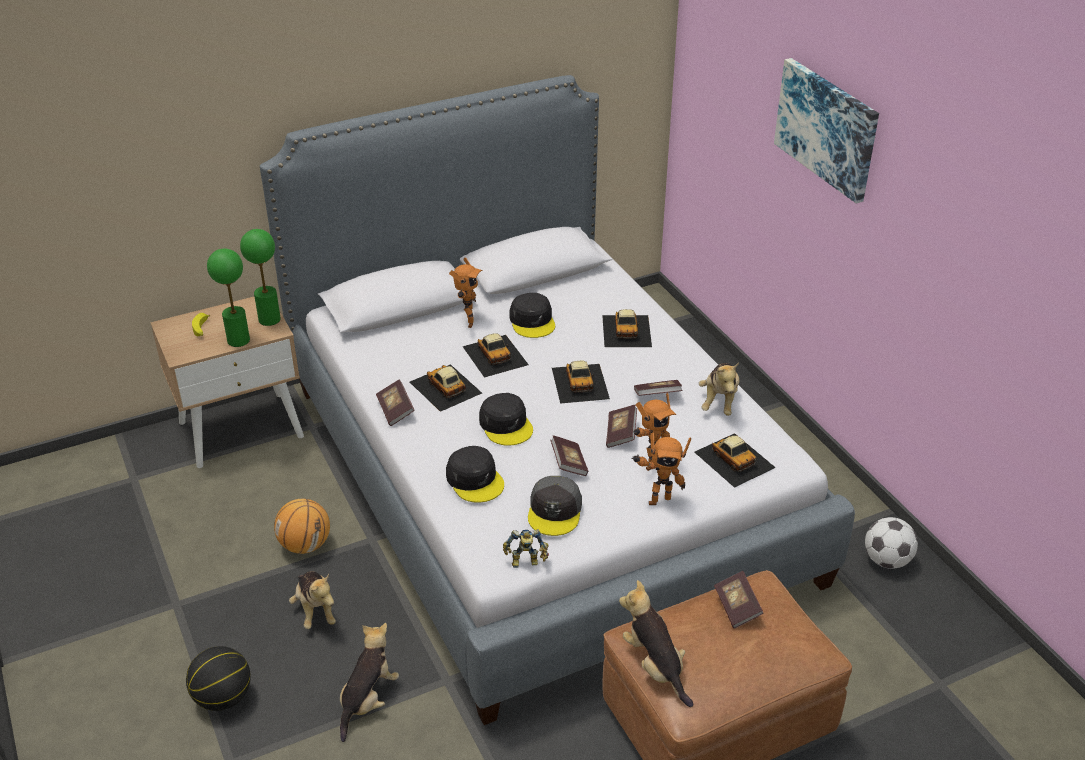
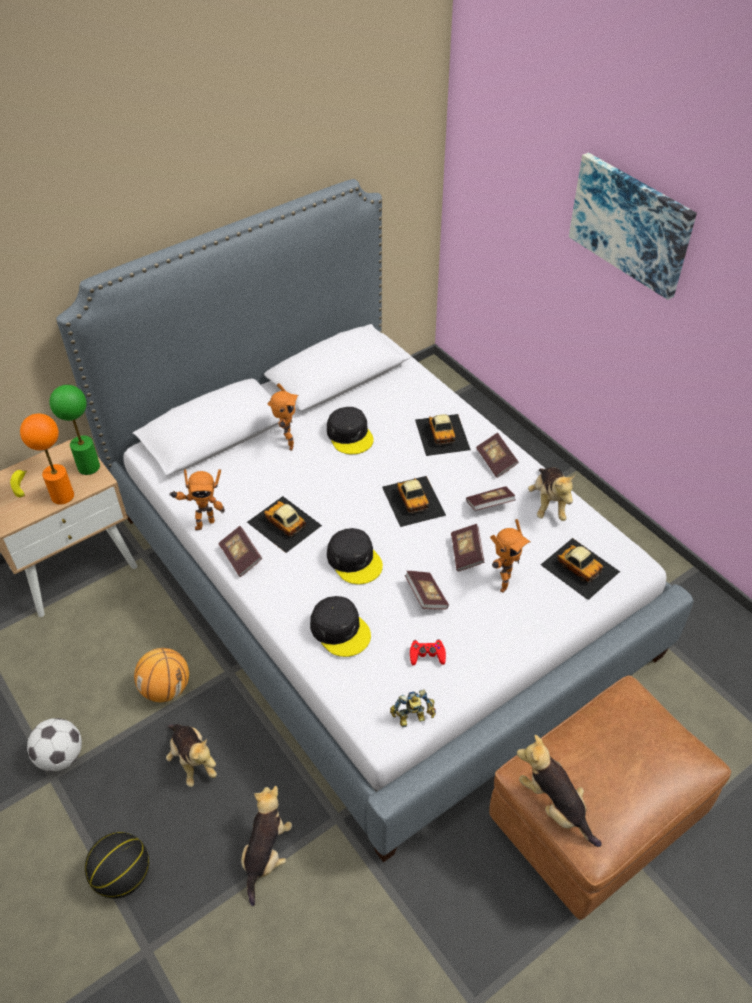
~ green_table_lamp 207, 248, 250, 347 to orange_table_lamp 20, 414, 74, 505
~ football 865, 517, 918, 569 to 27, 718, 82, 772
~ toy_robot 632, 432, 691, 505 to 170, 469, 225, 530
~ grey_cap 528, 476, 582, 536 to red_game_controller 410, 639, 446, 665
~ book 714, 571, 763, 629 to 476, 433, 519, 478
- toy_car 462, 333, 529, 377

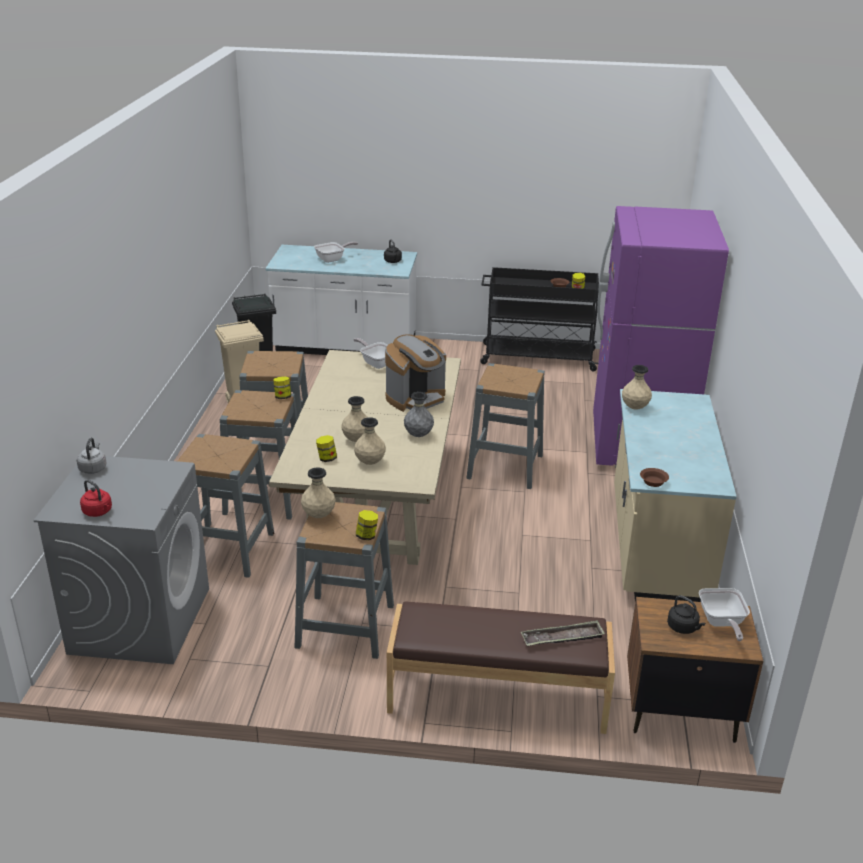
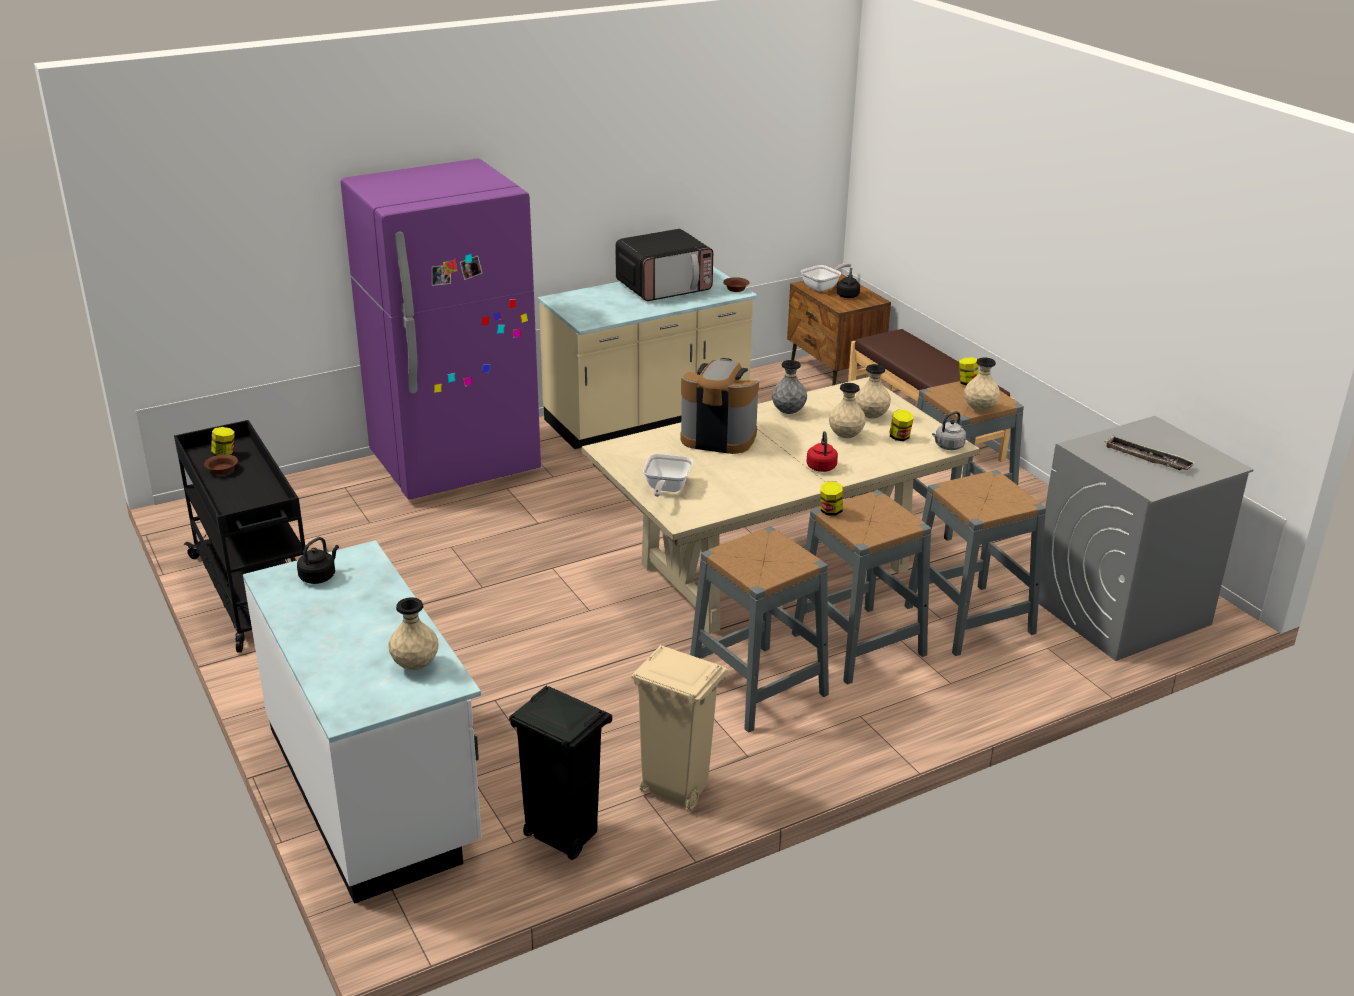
~ beige_vase 622, 365, 652, 410 to 389, 597, 438, 670
+ microwave 615, 229, 713, 301
~ red_kettle 80, 480, 112, 517 to 807, 431, 838, 472
~ grey_kettle 77, 438, 106, 474 to 932, 411, 966, 450
~ tray 521, 620, 605, 646 to 1104, 436, 1196, 470
- frying_pan 314, 242, 358, 263
- grey_stool 466, 363, 545, 489

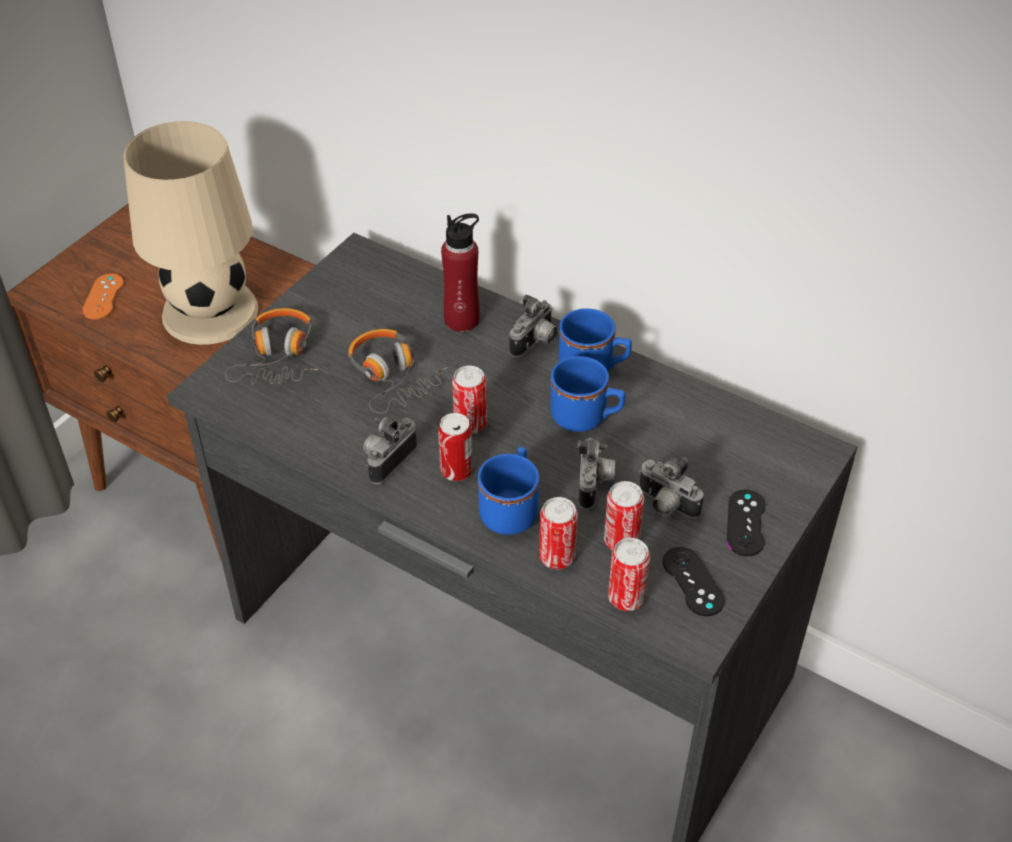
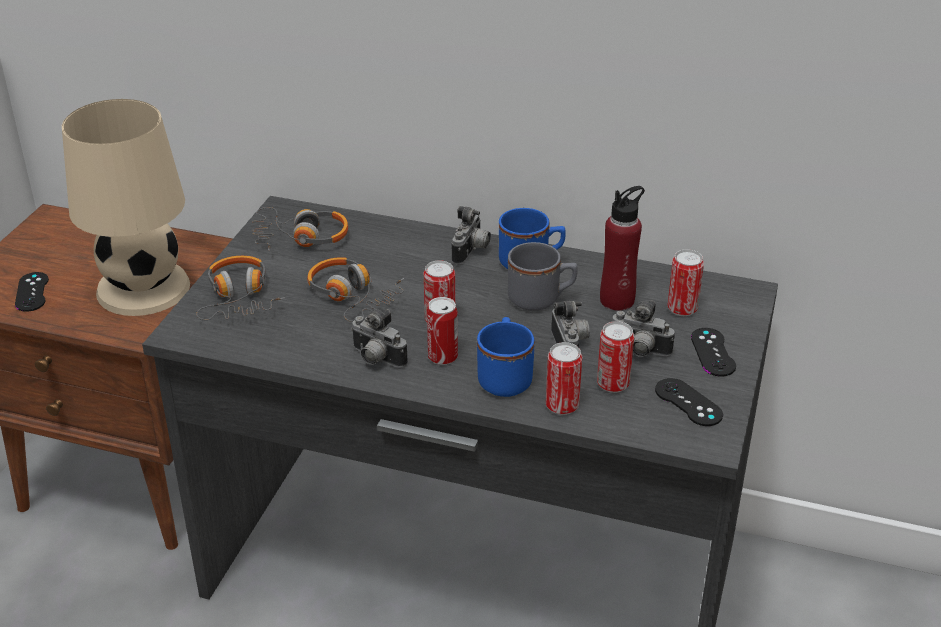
~ orange_game_controller 82, 274, 124, 320 to black_game_controller 15, 272, 49, 312
+ headphones 252, 207, 348, 251
~ photo_camera 363, 417, 417, 484 = 351, 309, 408, 368 75 degrees counterclockwise
~ blue_mug 551, 356, 626, 432 to grey_mug 508, 242, 578, 311
~ red_bottle 441, 213, 480, 332 to 600, 186, 645, 311
~ can 608, 538, 650, 611 to 668, 249, 704, 316

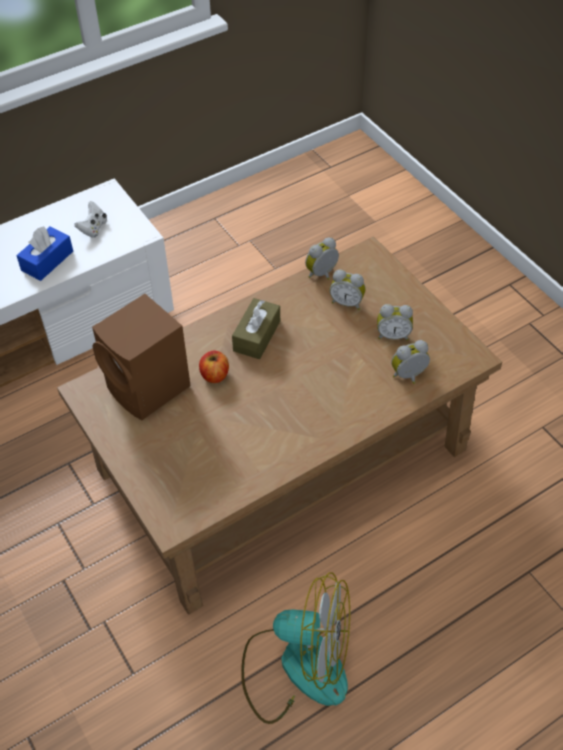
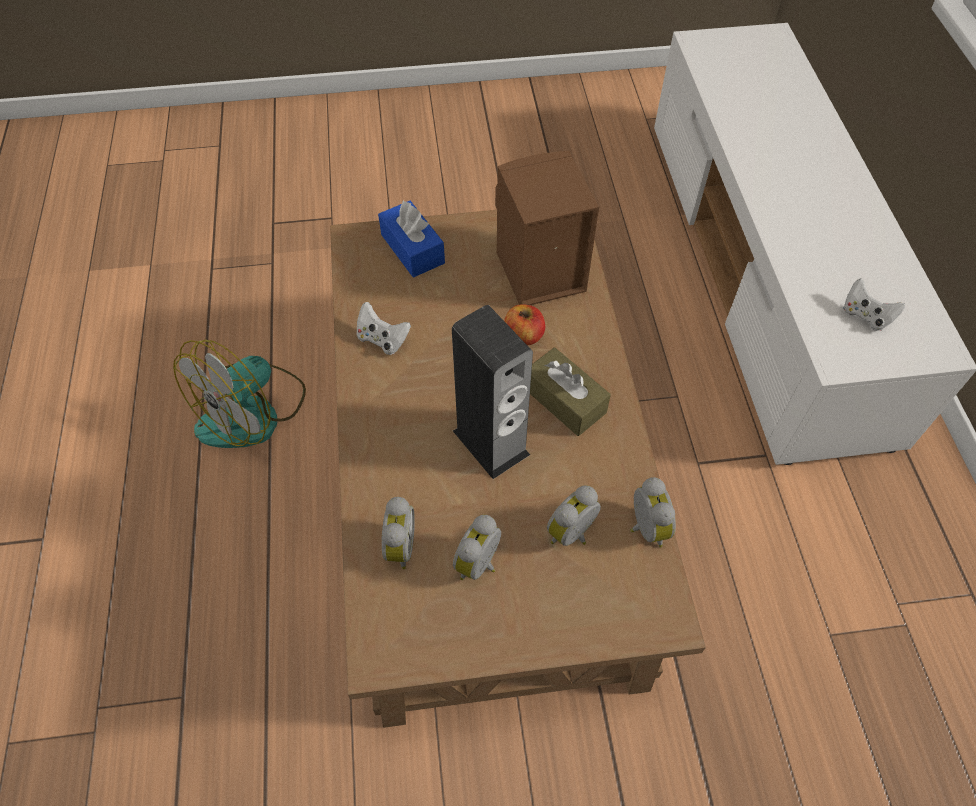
+ white_game_controller 357, 302, 411, 355
~ blue_tissue_box 16, 226, 73, 281 to 378, 201, 445, 277
+ speaker 452, 305, 533, 479

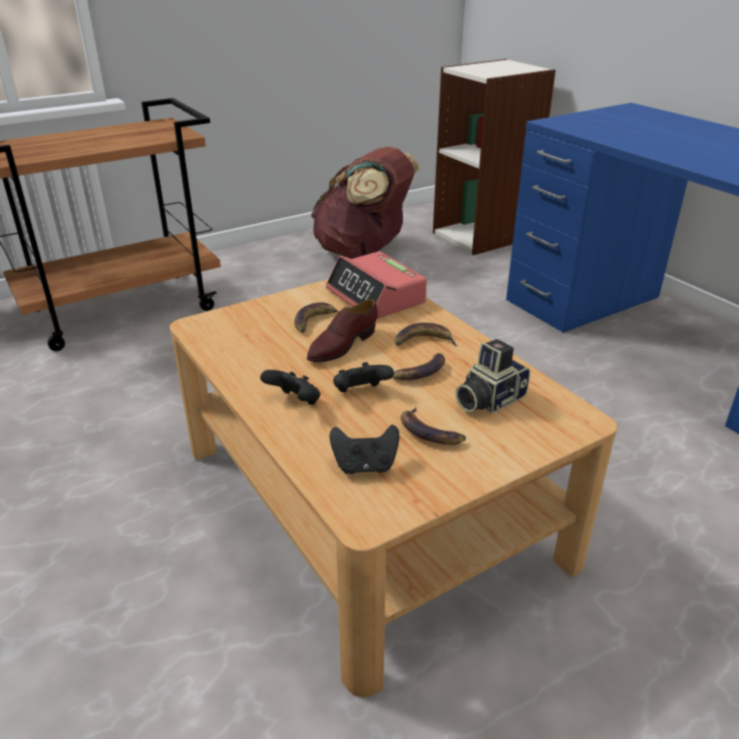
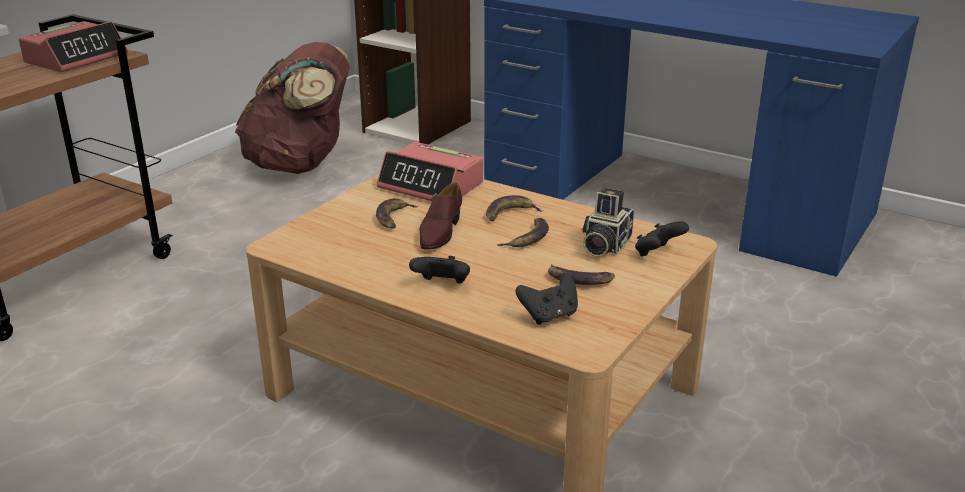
+ alarm_clock 19, 21, 128, 72
~ black_game_controller 333, 362, 394, 392 to 635, 221, 689, 256

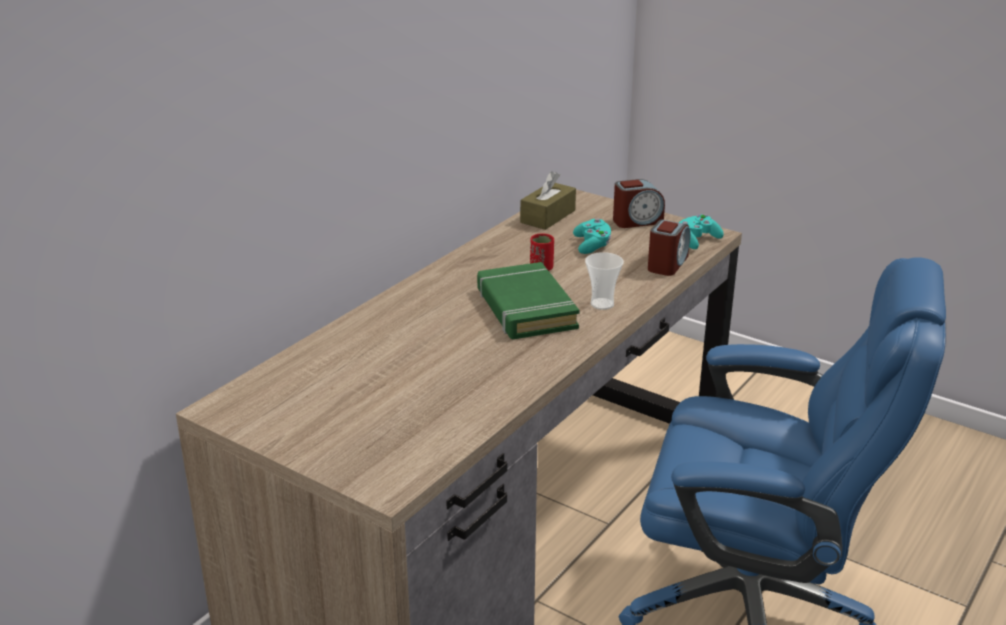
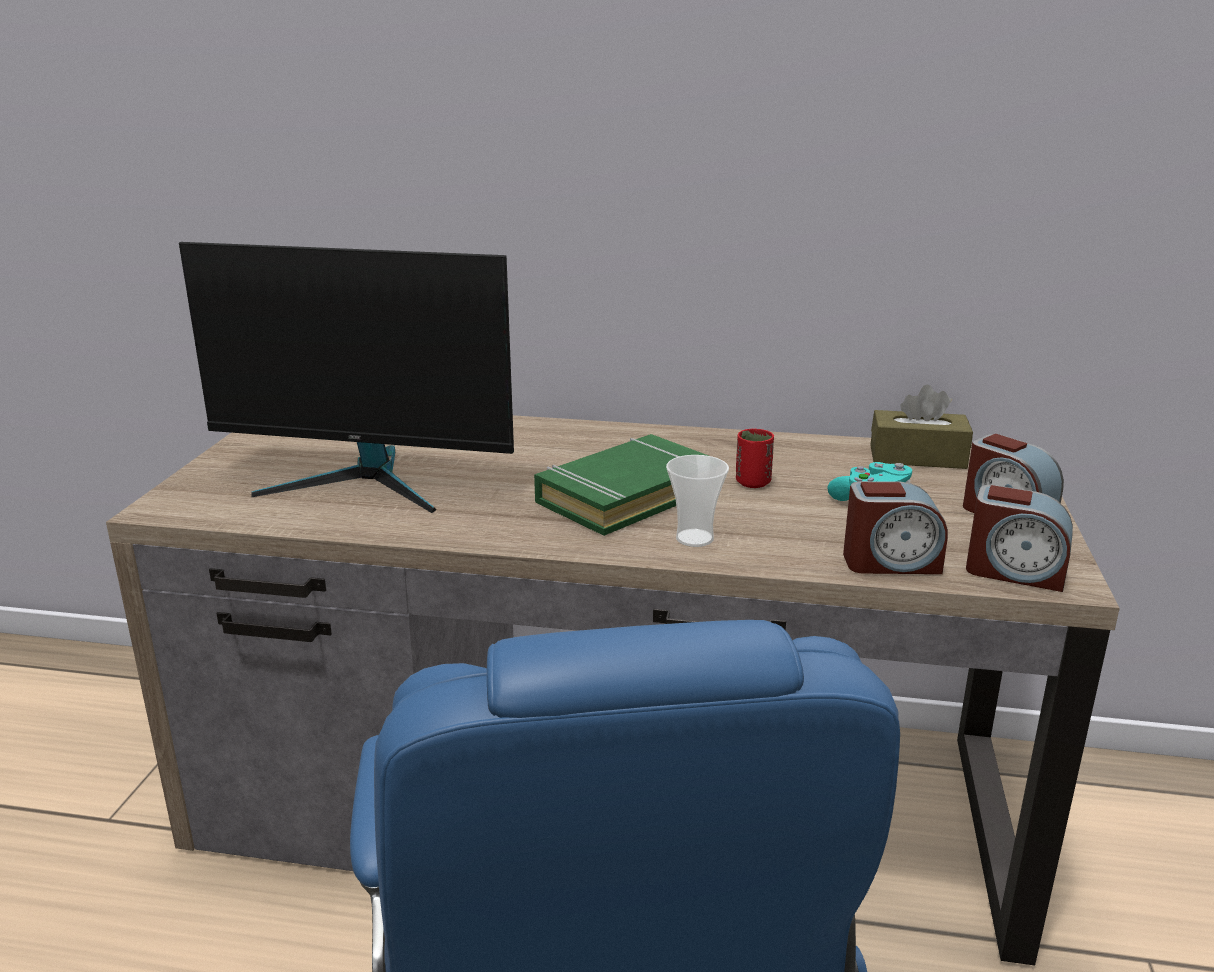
+ monitor 179, 242, 514, 513
~ turquoise_game_controller 679, 214, 724, 249 to alarm_clock 966, 485, 1073, 592

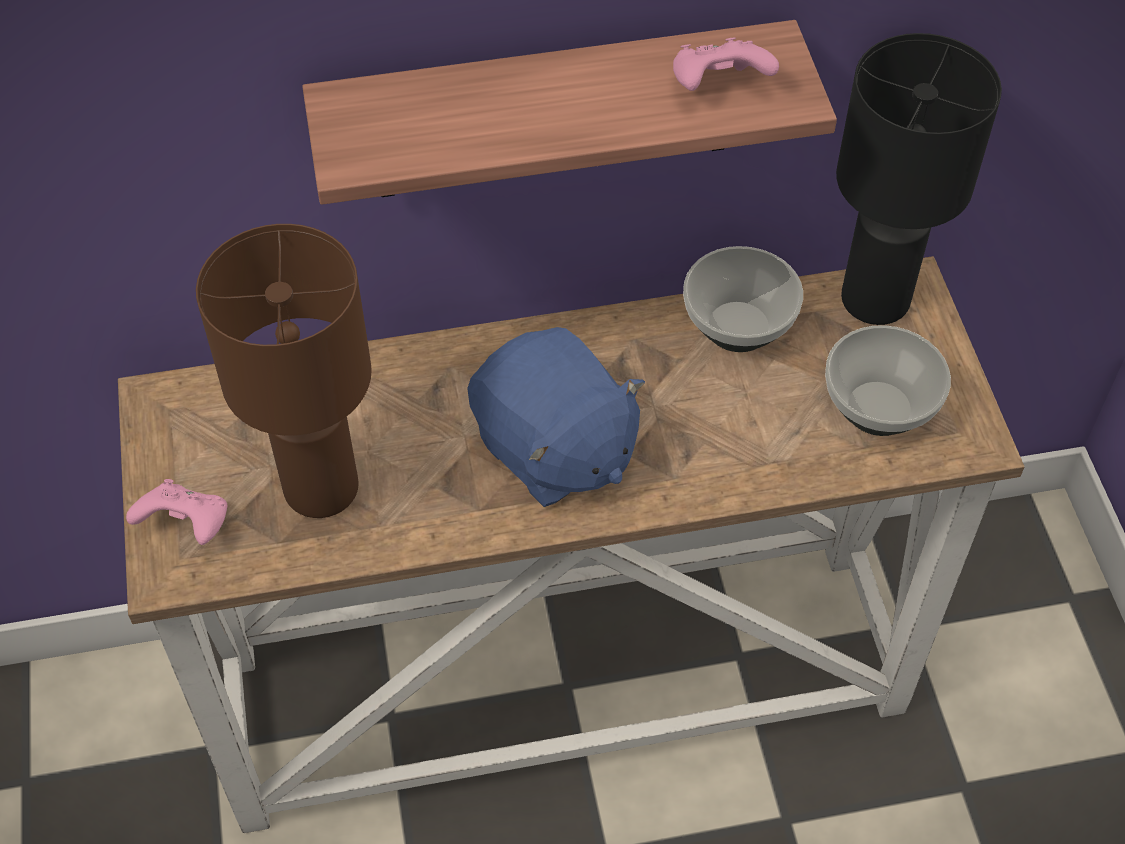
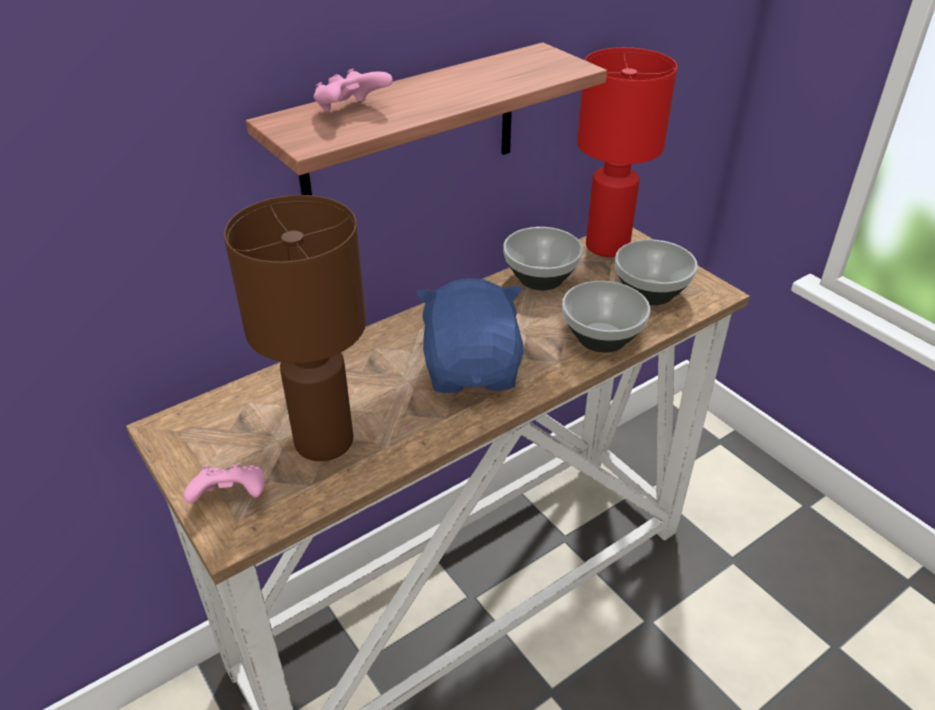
~ pink_game_controller 673, 37, 779, 91 to 314, 69, 393, 112
~ blue_plush_toy 467, 327, 645, 507 = 416, 278, 523, 393 120 degrees counterclockwise
+ bowl 562, 281, 650, 353
~ black_table_lamp 836, 33, 1002, 325 to red_table_lamp 577, 47, 677, 257

